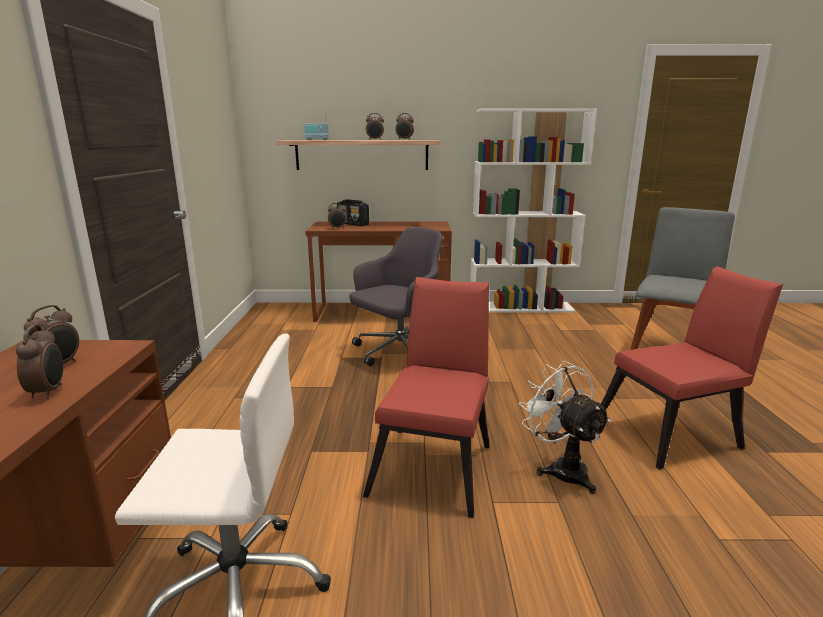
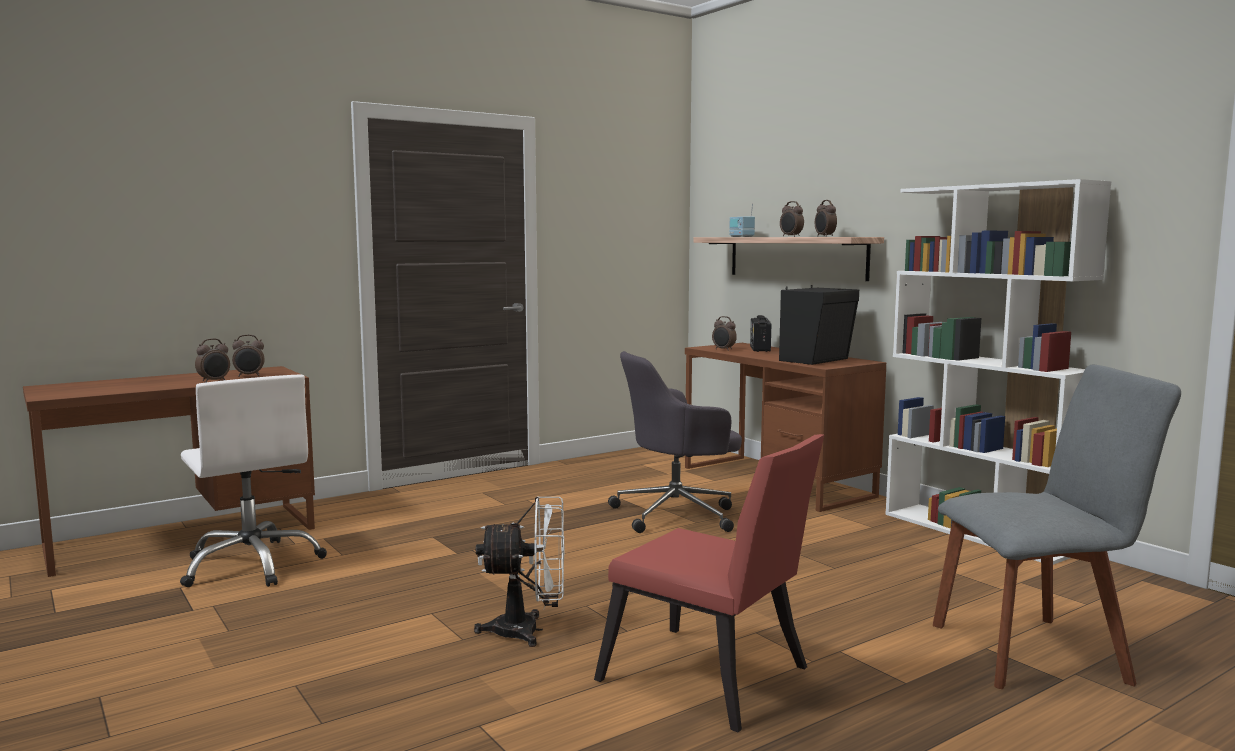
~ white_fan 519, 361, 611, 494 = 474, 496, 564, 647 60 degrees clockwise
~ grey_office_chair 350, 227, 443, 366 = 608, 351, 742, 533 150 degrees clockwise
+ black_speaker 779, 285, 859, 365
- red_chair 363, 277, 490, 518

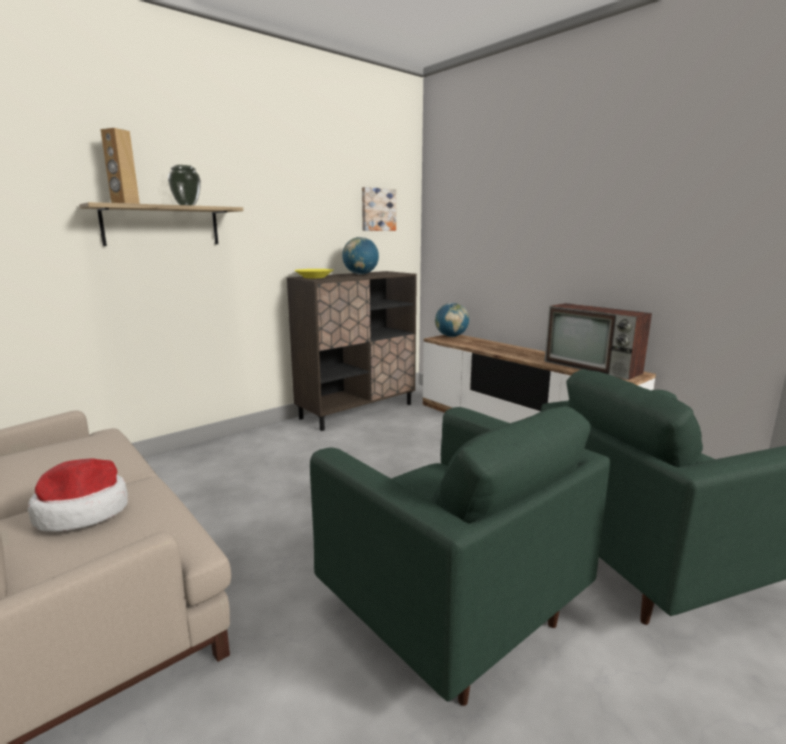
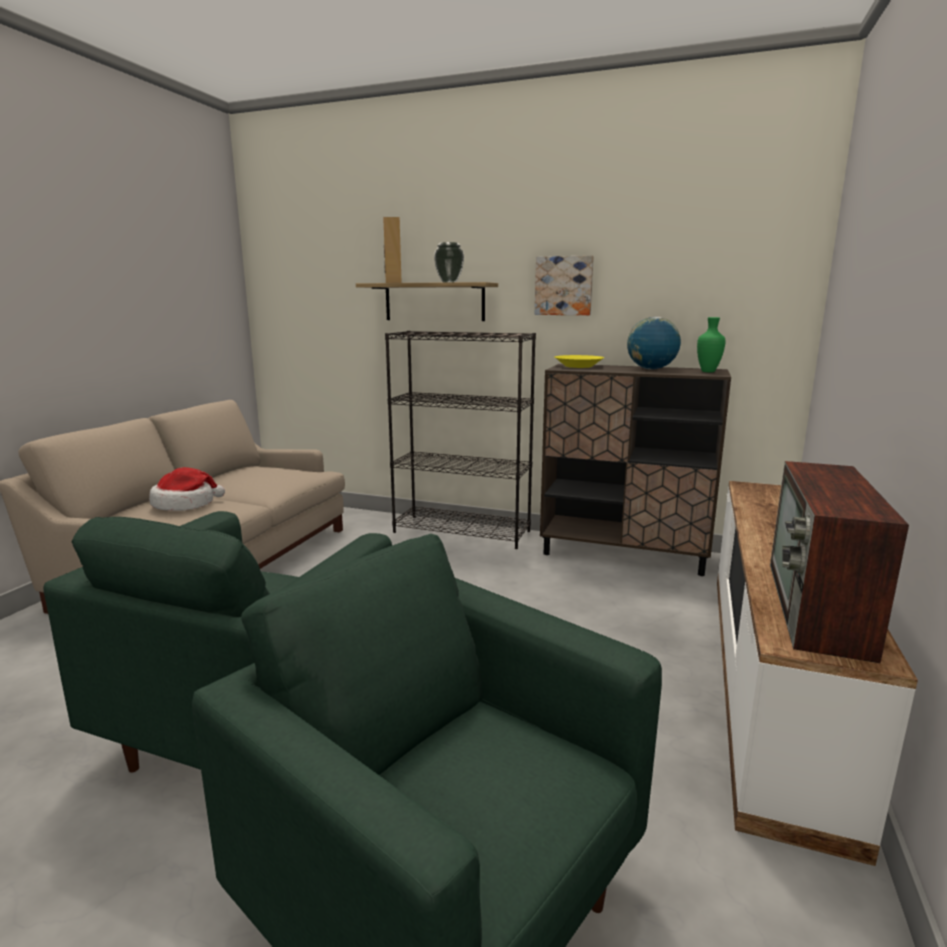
+ black_bookcase 385, 331, 536, 549
~ picture 362, 187, 396, 231 to 535, 255, 594, 315
+ green_vase 697, 317, 726, 372
- globe 435, 303, 469, 337

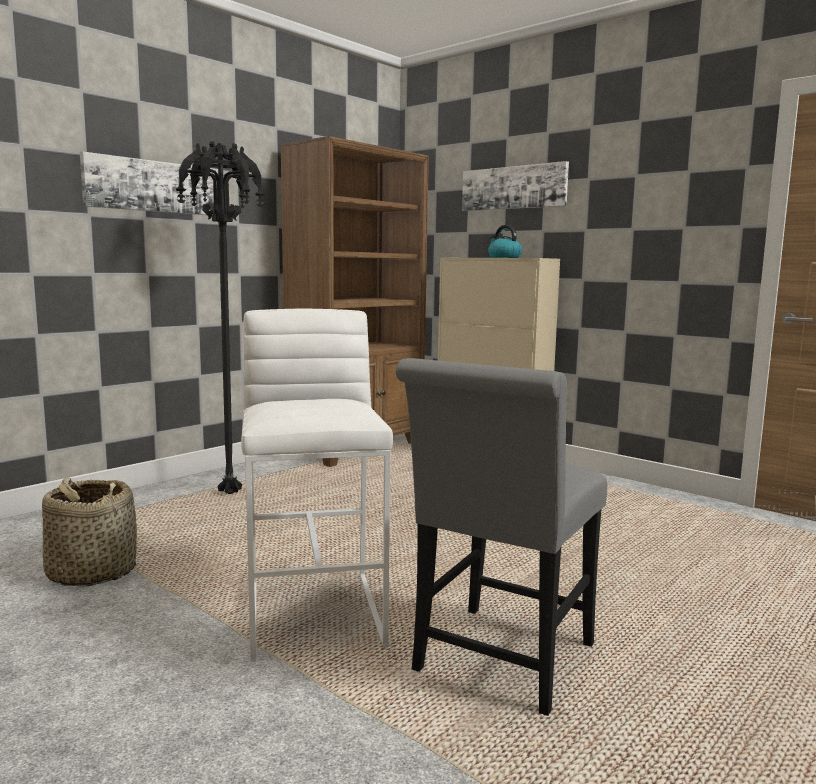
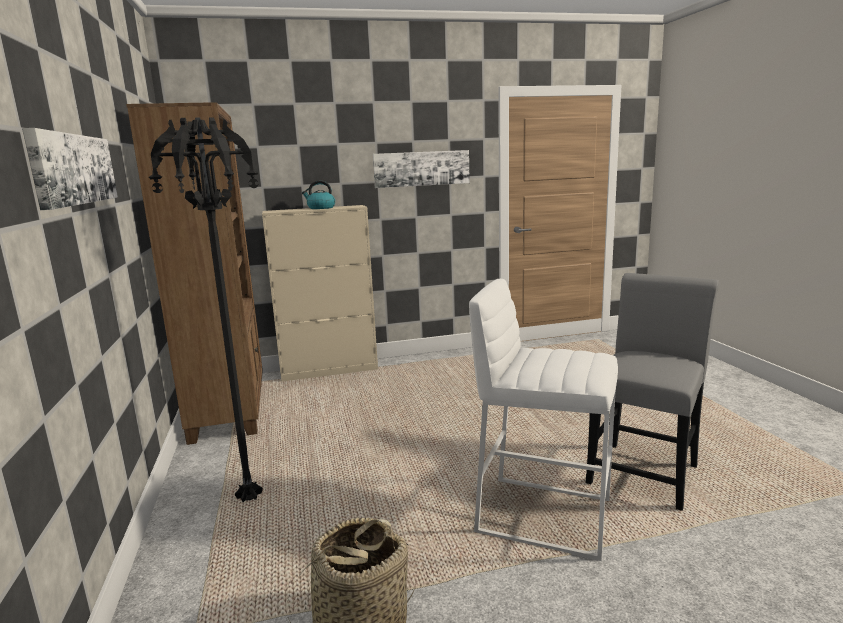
~ picture 462, 161, 569, 211 to 373, 150, 470, 188
~ grey_chair 396, 358, 607, 716 = 586, 273, 719, 511 120 degrees counterclockwise

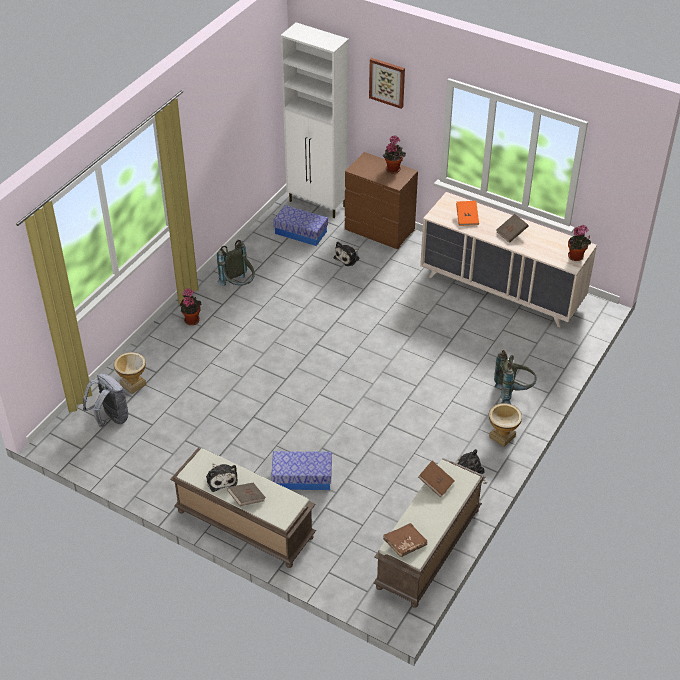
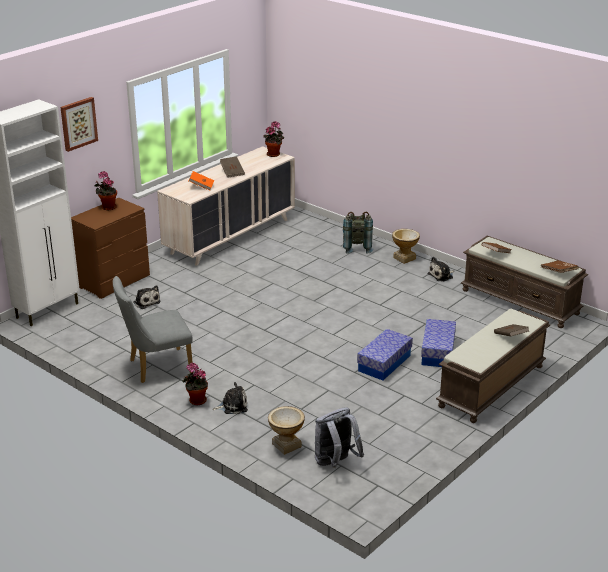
~ grey_backpack 217, 240, 255, 286 to grey_chair 113, 276, 194, 383
~ plush_toy 206, 464, 238, 492 to 212, 382, 248, 414
~ storage_box 273, 205, 328, 246 to 357, 329, 413, 380

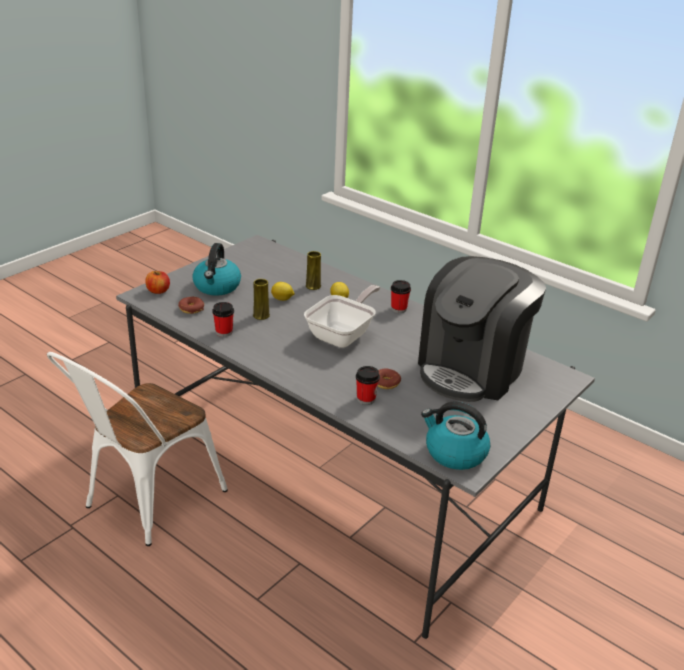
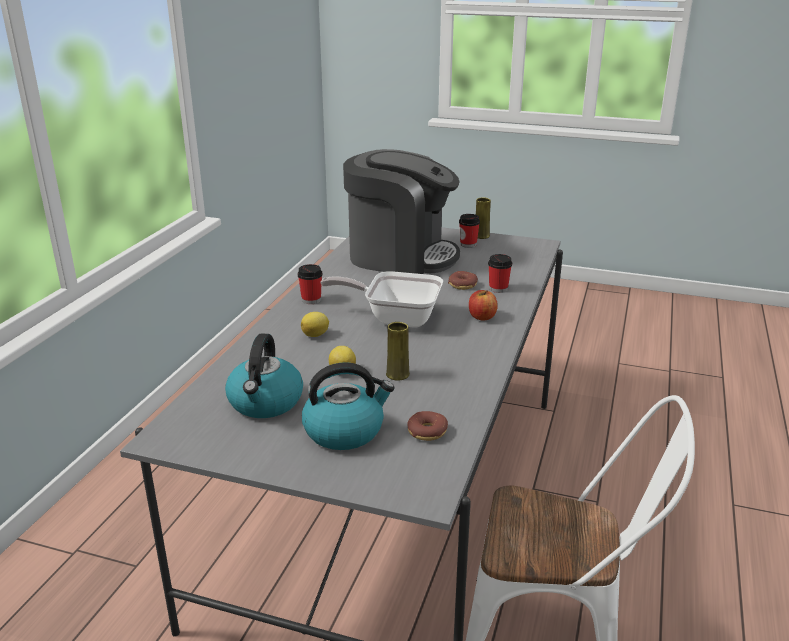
~ kettle 421, 402, 490, 470 to 225, 333, 303, 418
~ cup 212, 302, 234, 337 to 459, 214, 480, 248
~ apple 145, 271, 170, 294 to 469, 290, 498, 321
~ yellow_vase 306, 251, 321, 290 to 476, 197, 491, 239

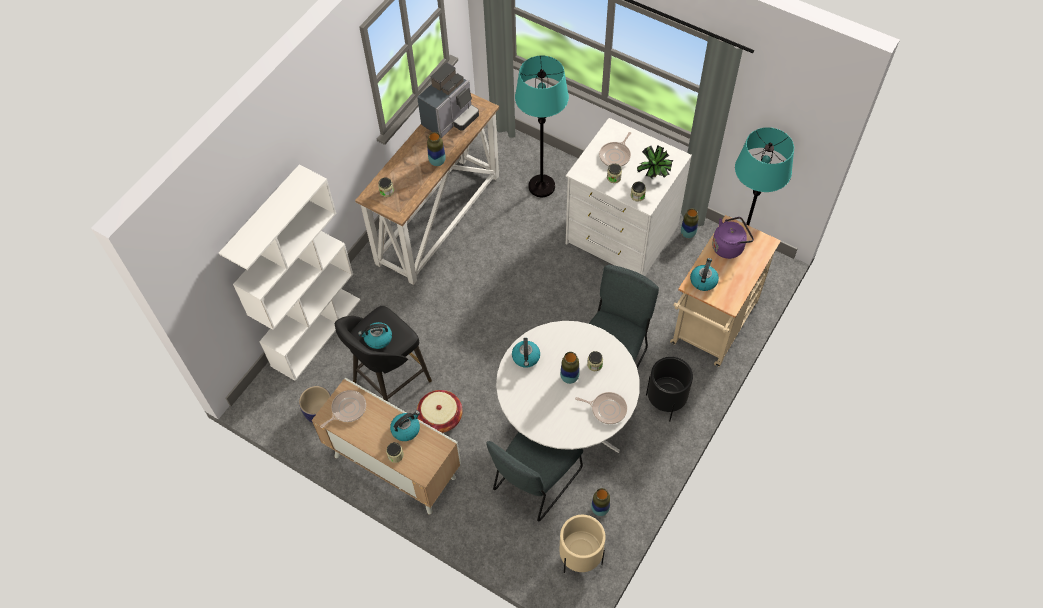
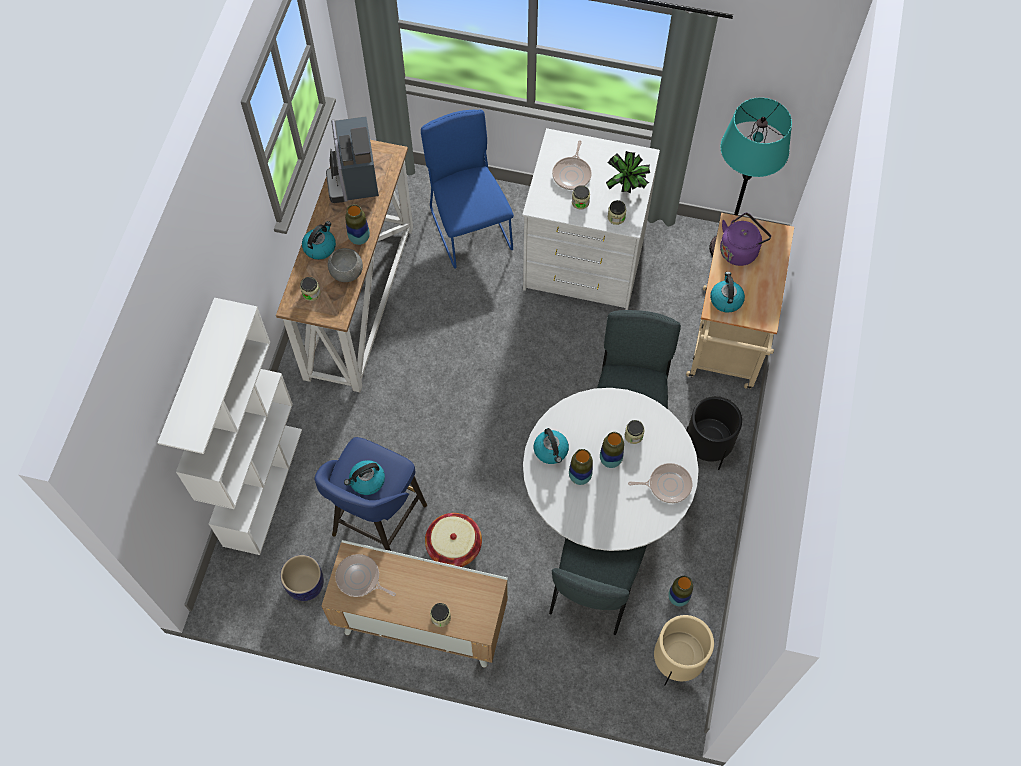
~ kettle 390, 410, 420, 441 to 302, 221, 336, 260
~ black_stool 335, 306, 432, 402 to blue_stool 315, 437, 427, 551
~ coffee_machine 417, 63, 479, 138 = 326, 116, 379, 203 150 degrees clockwise
+ grey_bowl 328, 248, 363, 282
~ frying_pan 320, 390, 366, 428 = 335, 554, 396, 597 90 degrees counterclockwise
~ turquoise_floor_lamp 515, 56, 569, 197 to blue_chair 421, 110, 514, 269
~ vase 681, 208, 699, 238 to 569, 449, 593, 485

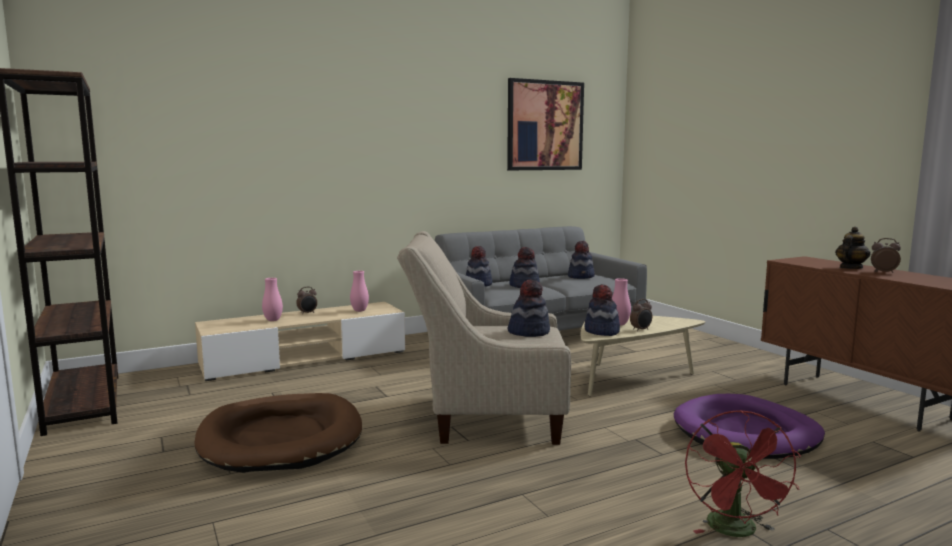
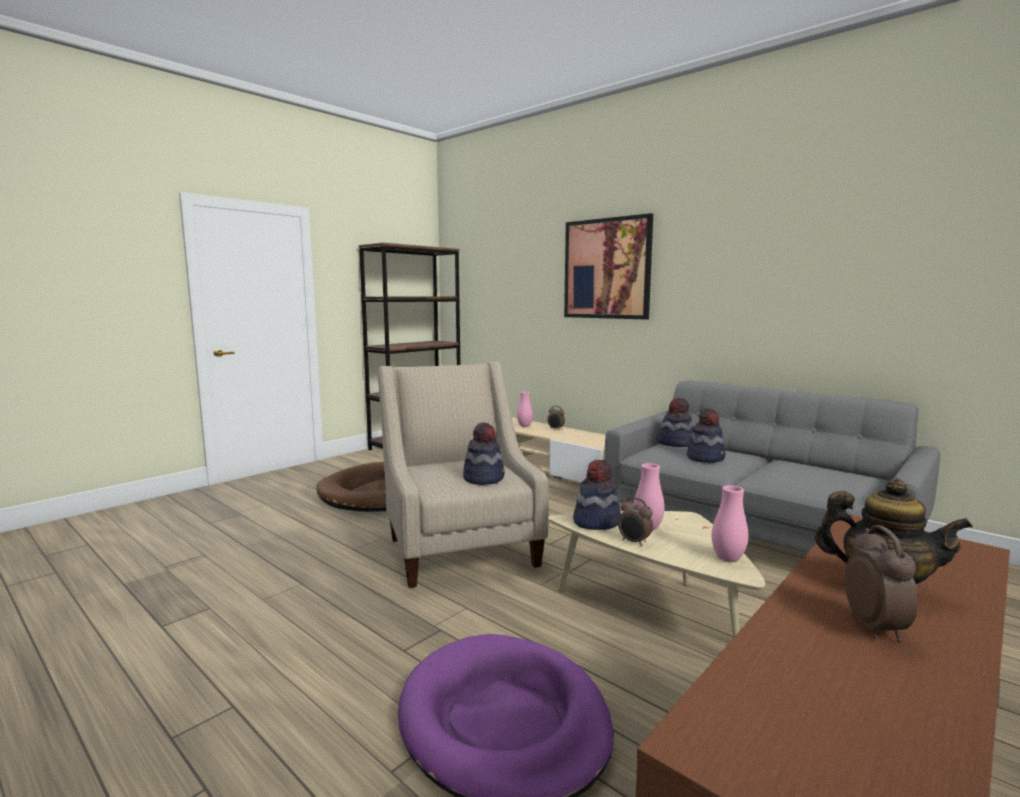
~ picture 507, 78, 584, 170 to 564, 213, 653, 320
~ pink_vase 350, 271, 369, 312 to 712, 485, 748, 562
- hat 568, 241, 595, 279
- red_fan 685, 410, 801, 537

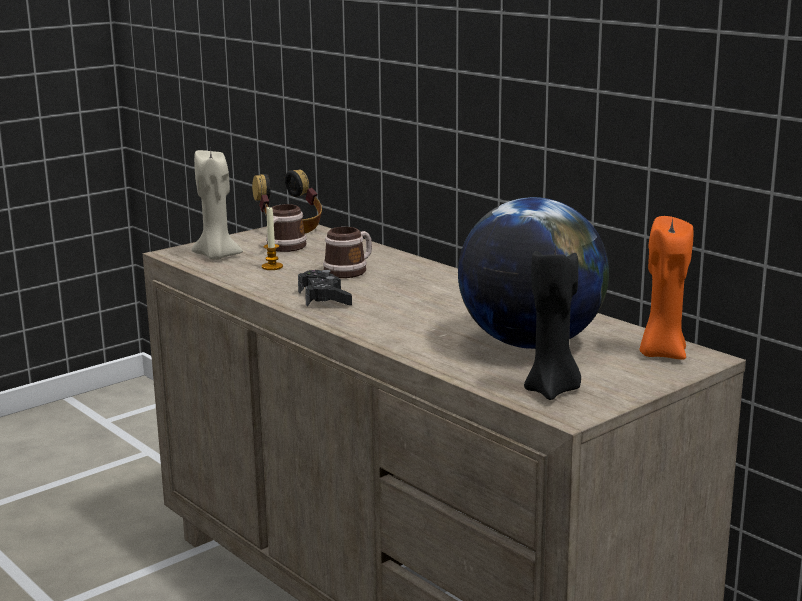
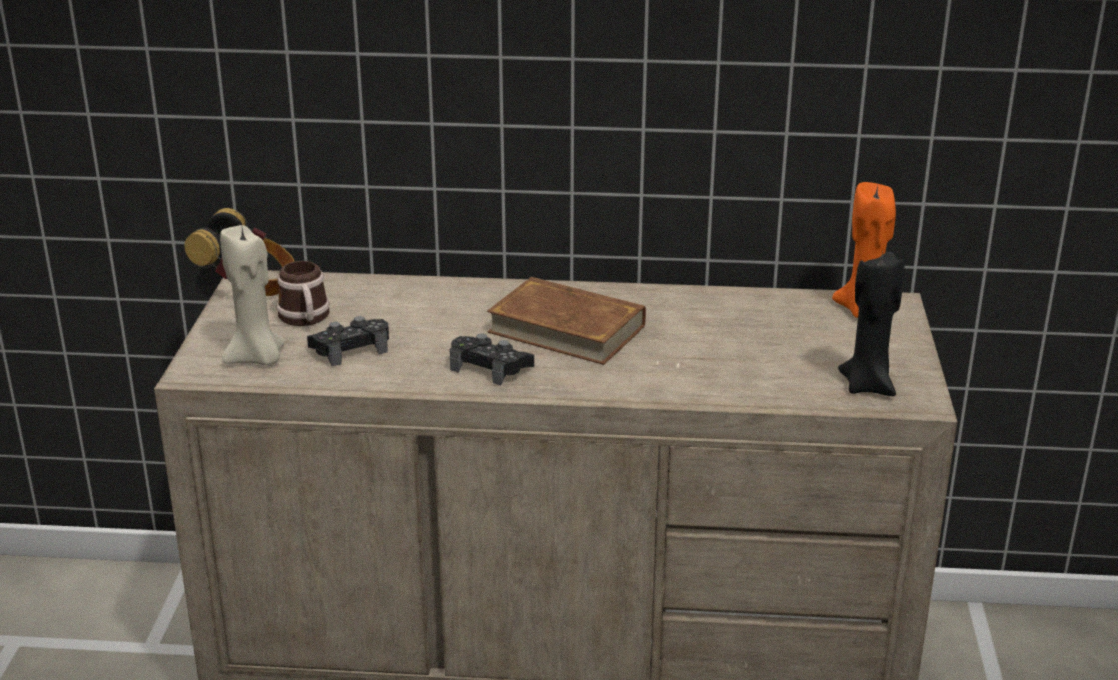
~ candle 262, 206, 283, 270 to black_game_controller 307, 316, 389, 366
+ brown_book 487, 277, 646, 365
- mug 323, 227, 372, 278
- globe 458, 197, 609, 349

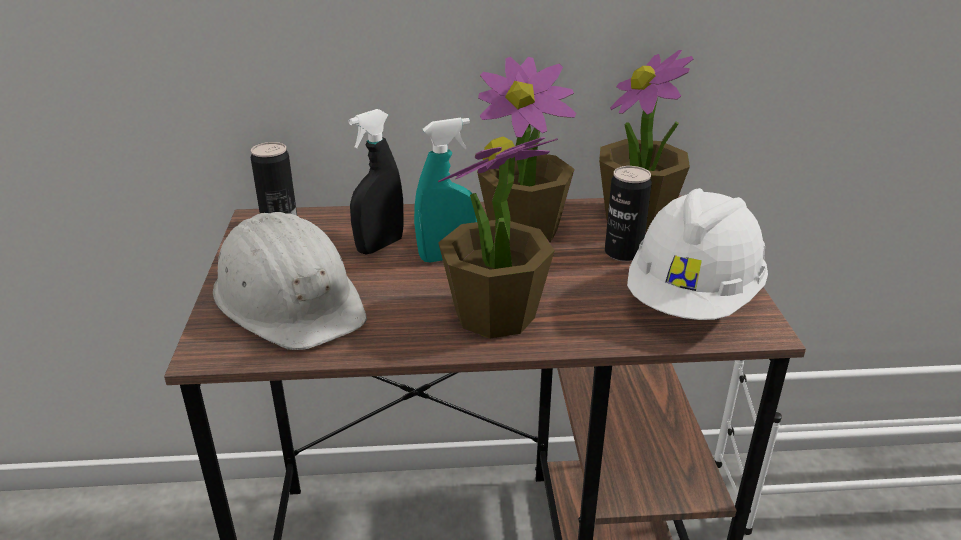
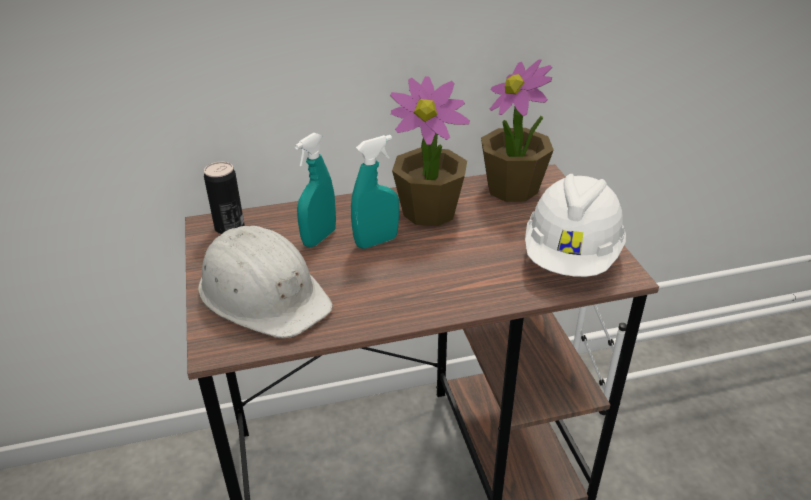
~ black_spray_bottle 348, 109, 403, 254 to turquoise_spray_bottle 295, 132, 336, 247
- potted_plant 438, 137, 558, 339
- can 605, 166, 652, 262

